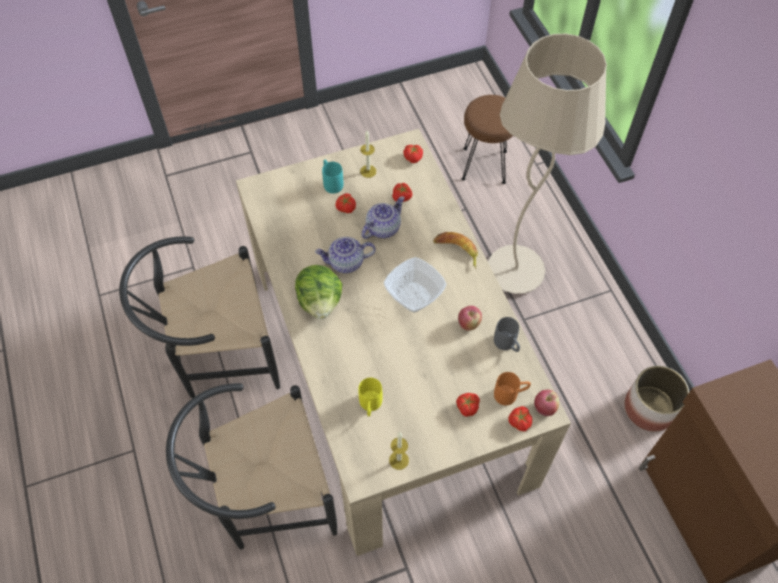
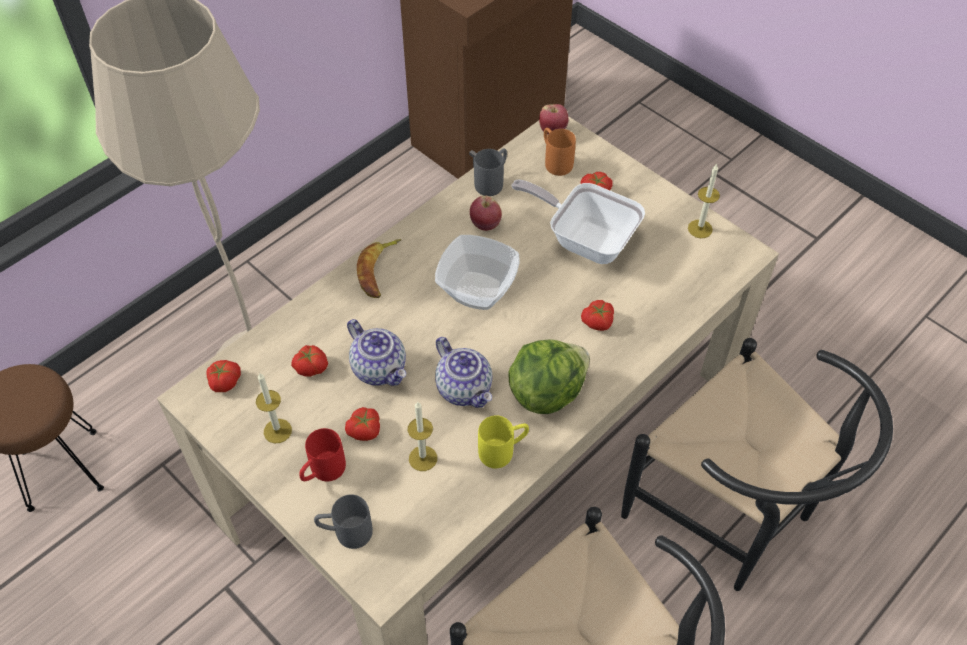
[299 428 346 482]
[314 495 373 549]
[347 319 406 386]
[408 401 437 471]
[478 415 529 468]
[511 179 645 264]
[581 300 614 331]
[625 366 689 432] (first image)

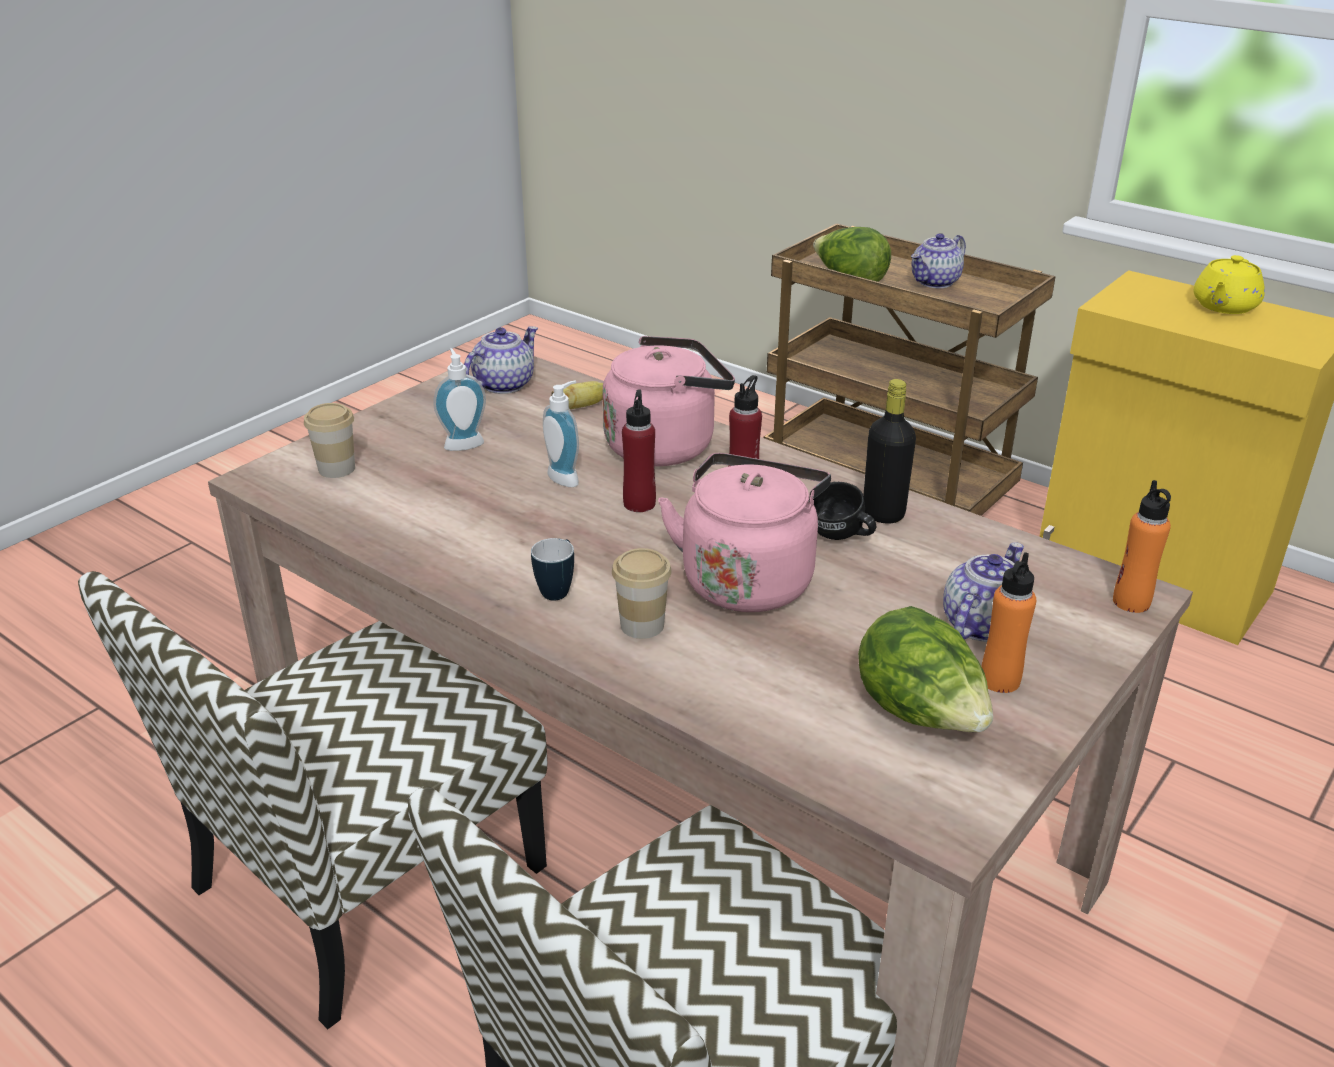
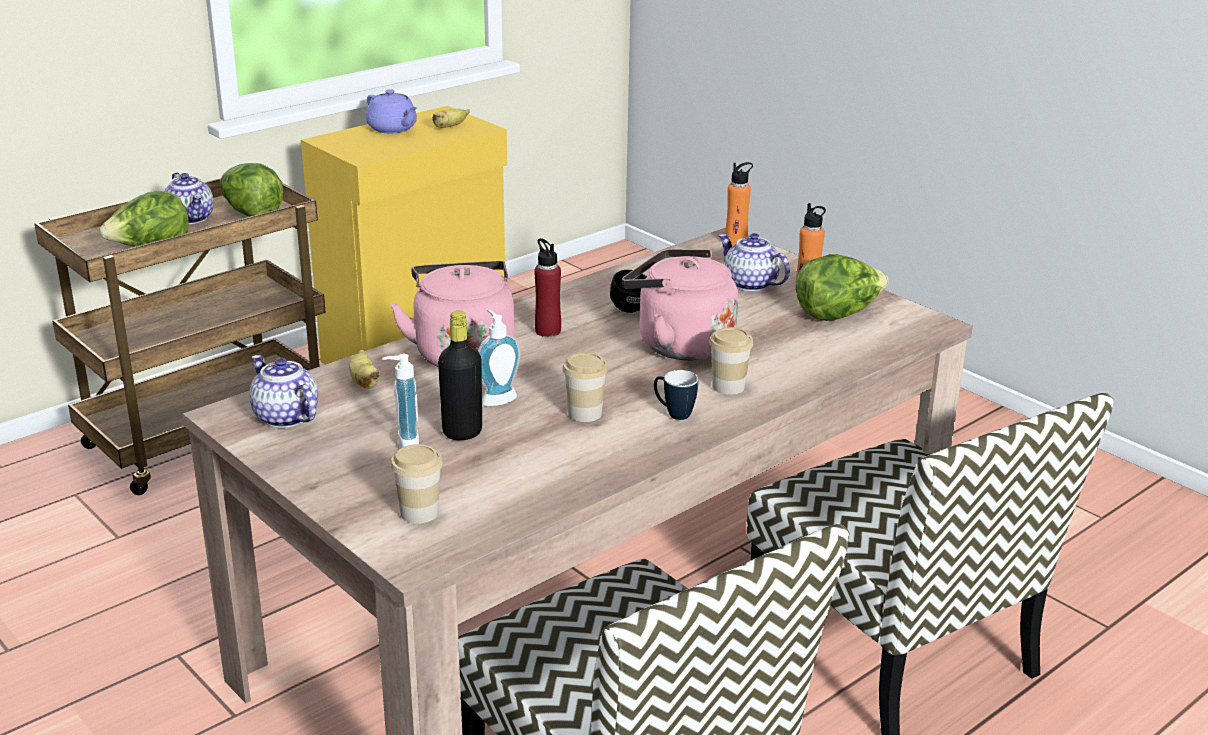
[220 163 284 217]
[366 89 417 133]
[432 109 469 128]
[438 311 482 440]
[562 352 608 422]
[622 389 656 512] (first image)

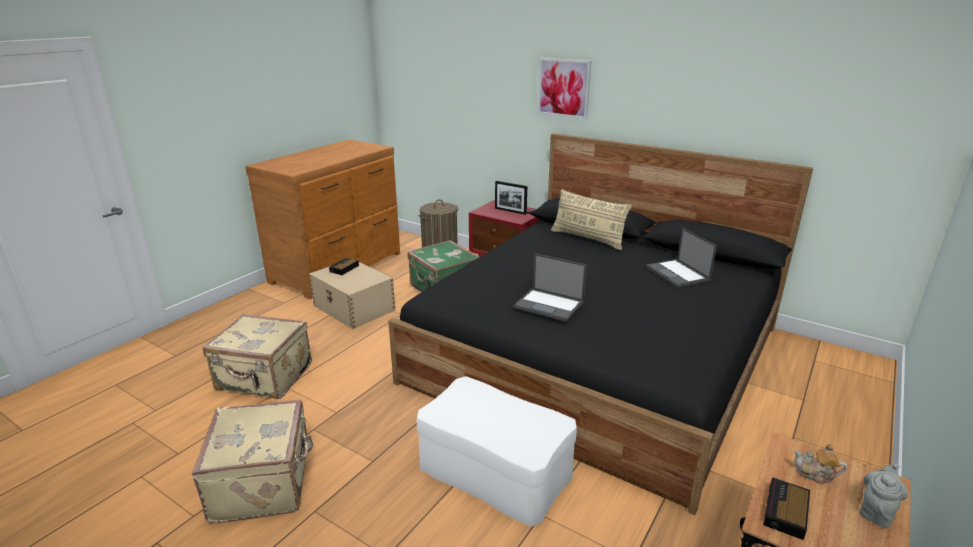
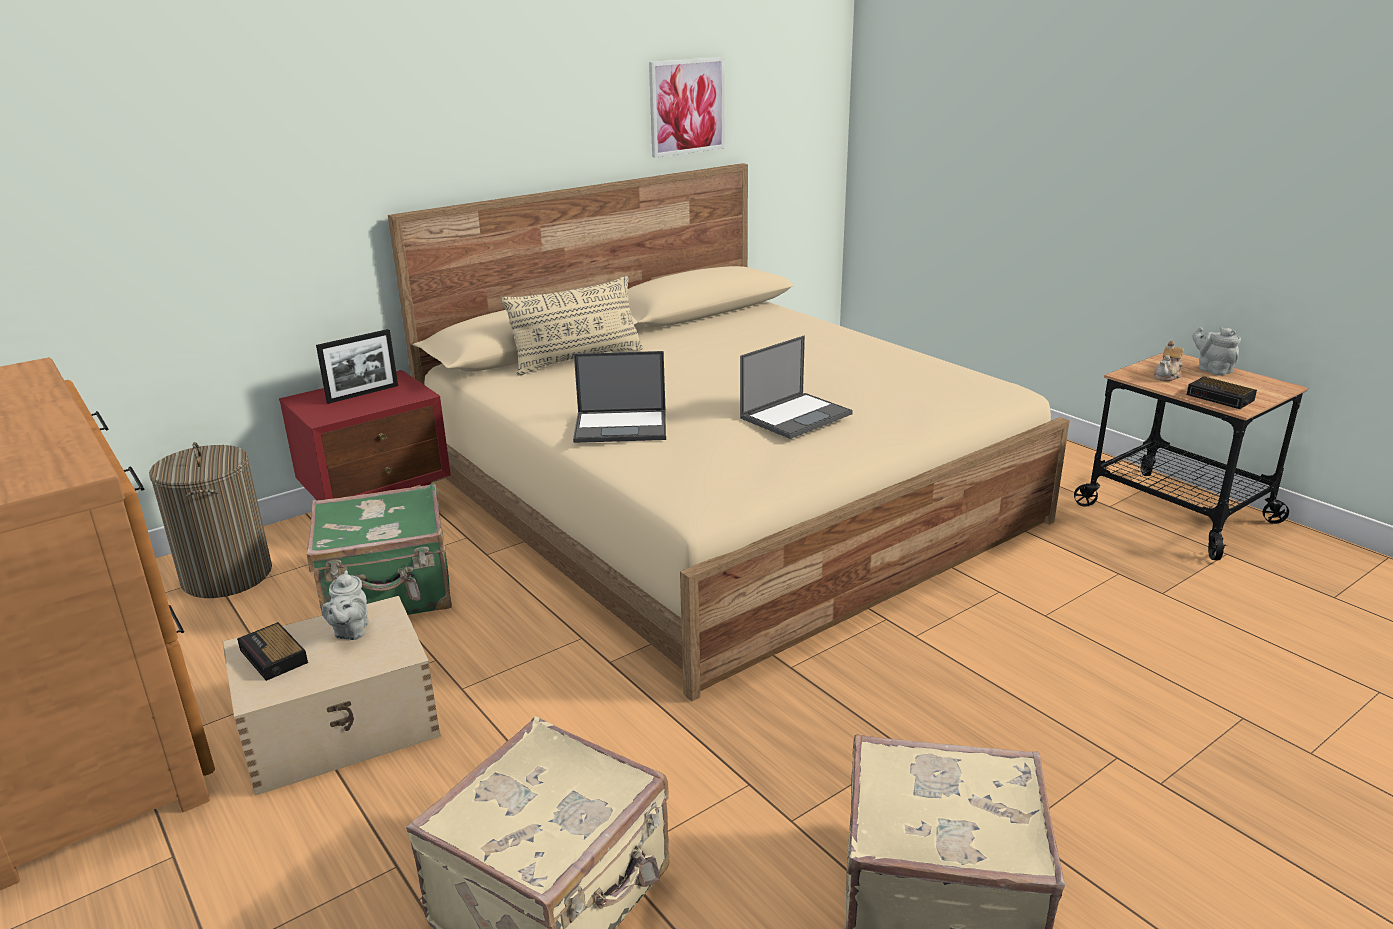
[322 570 369 640]
[388 163 1070 701]
[573 351 666 443]
[649 57 725 158]
[417 376 577 527] (first image)

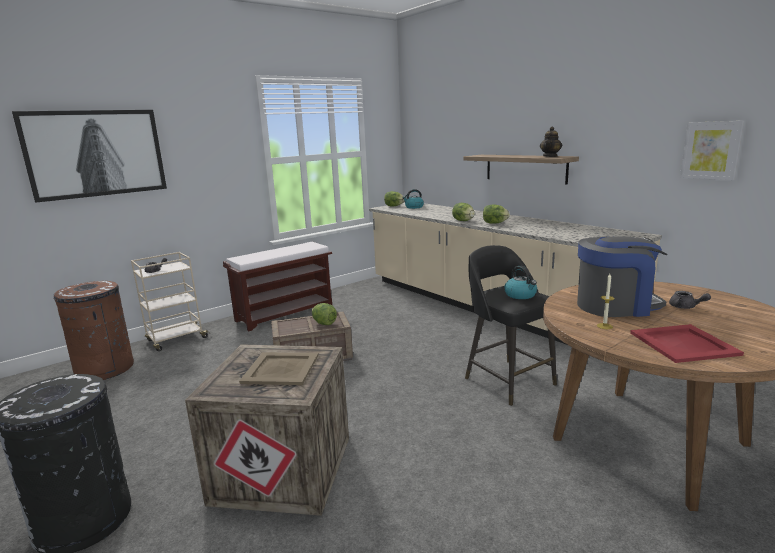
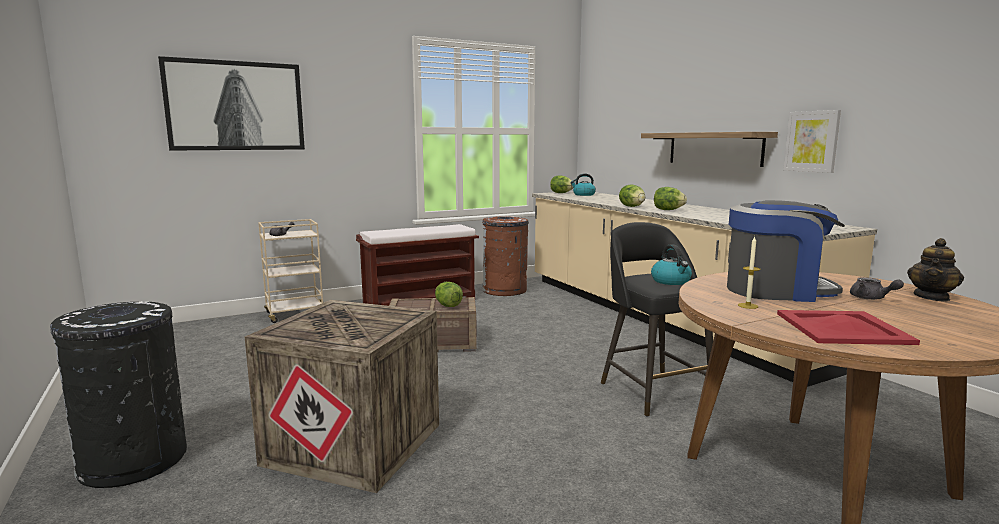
[482 216 529 296]
[783 110 841 173]
[907 238 964 302]
[239 352 319 385] (first image)

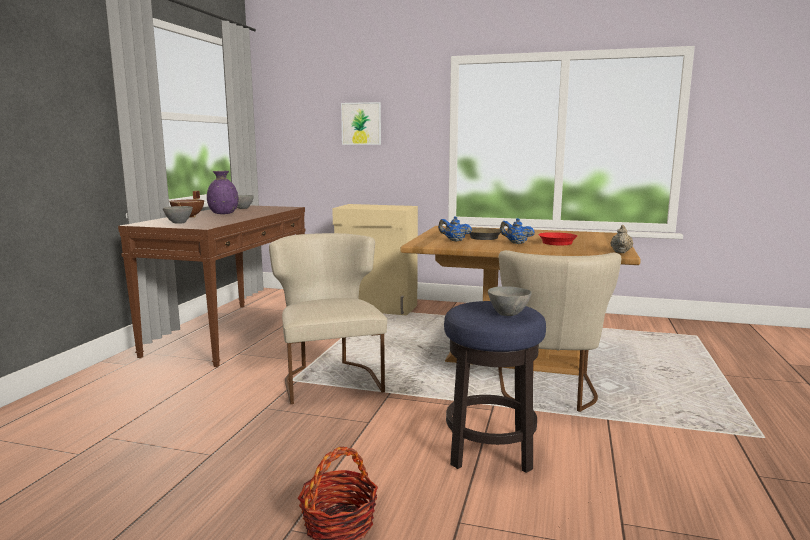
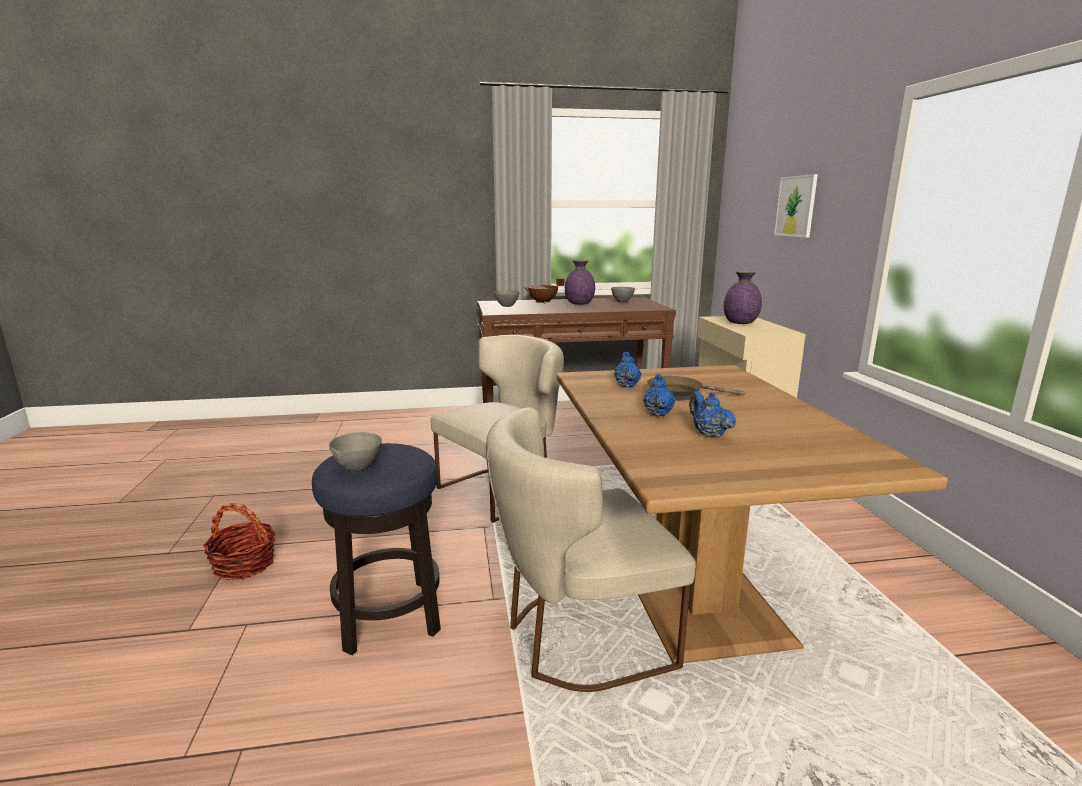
[689 391 736 437]
[723 271 762 324]
[611 225 633 253] (first image)

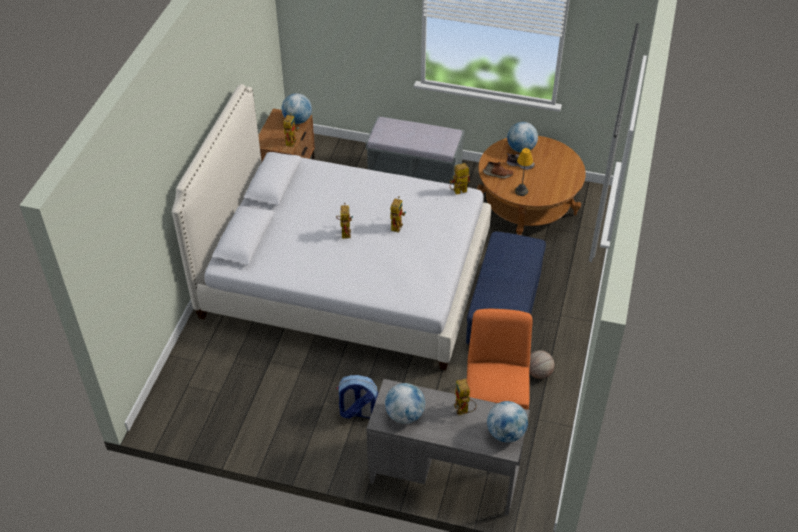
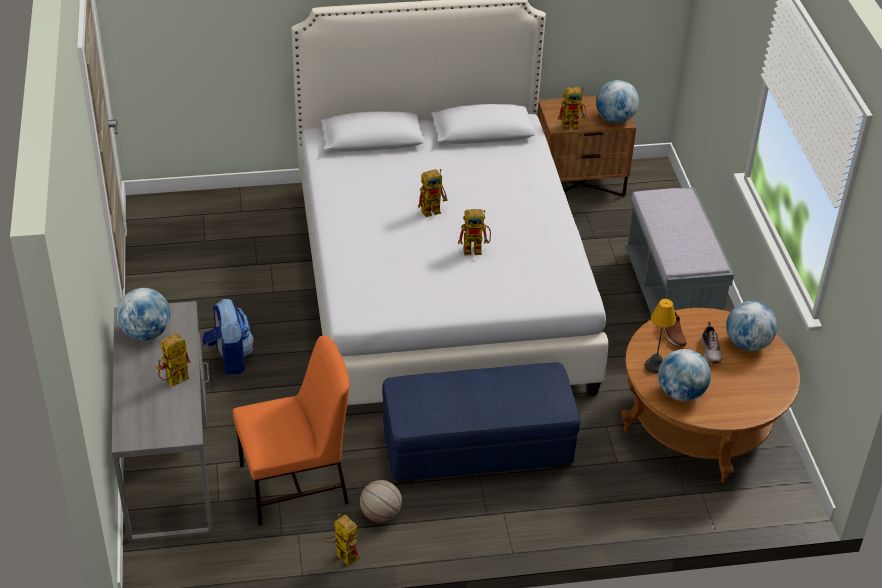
[324 513 360 567]
[658 349 711 401]

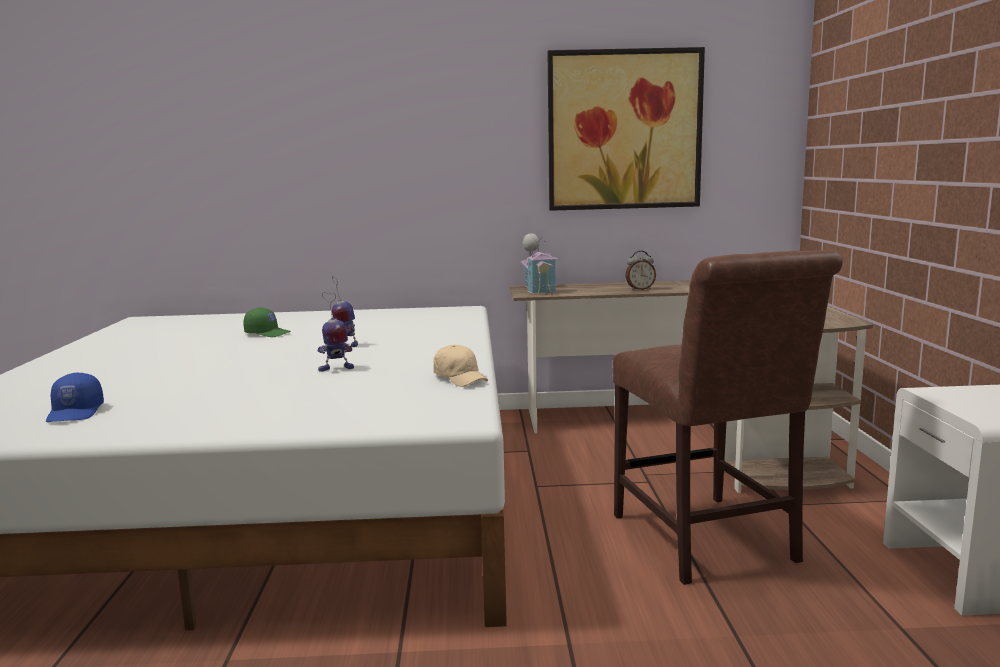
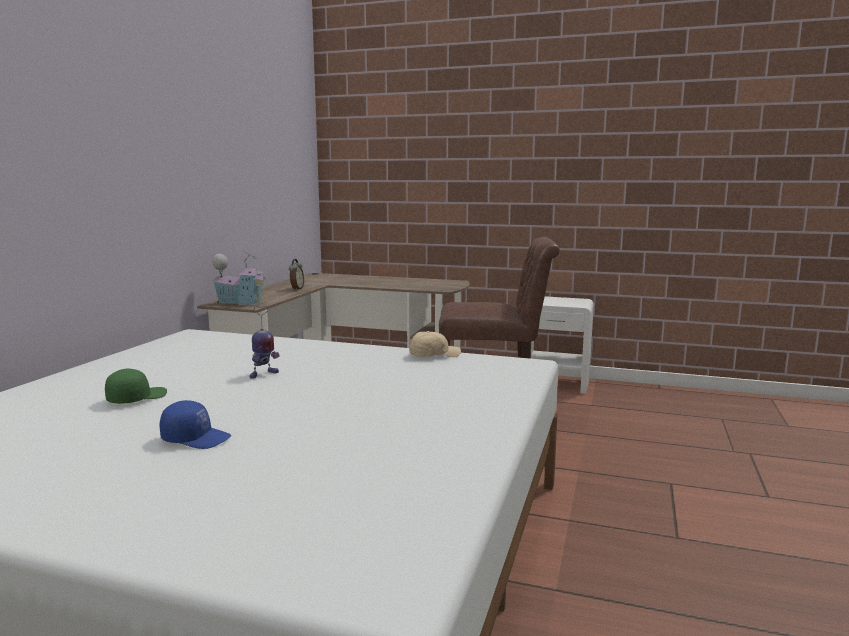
[160 400 231 449]
[318 292 354 372] (first image)
[548 47 705 211] (first image)

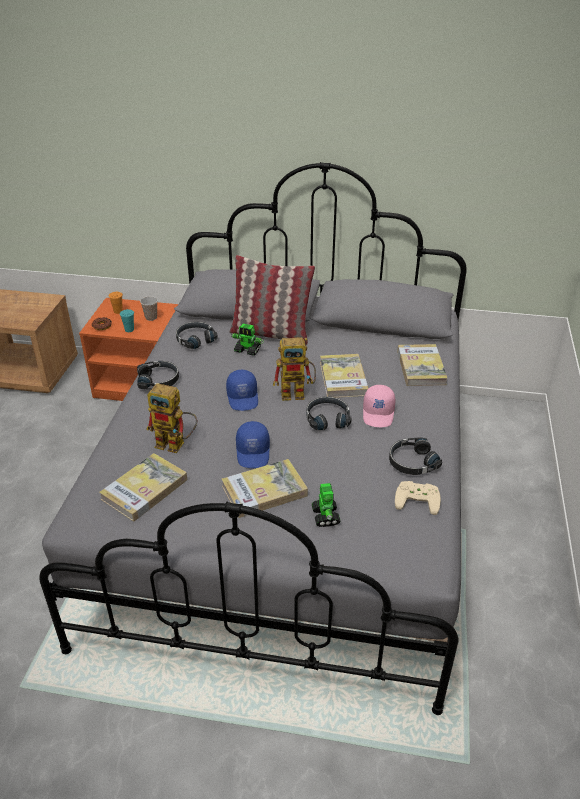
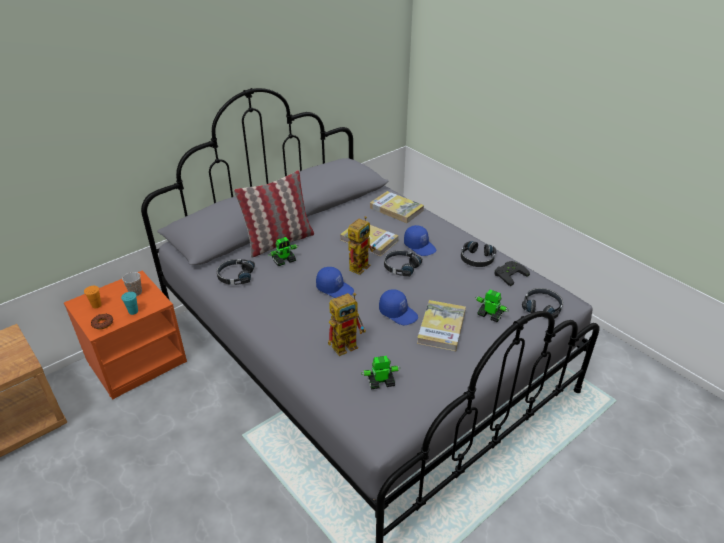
[361 356 401 389]
[404 225 436 256]
[494 261 530 286]
[522 288 563 319]

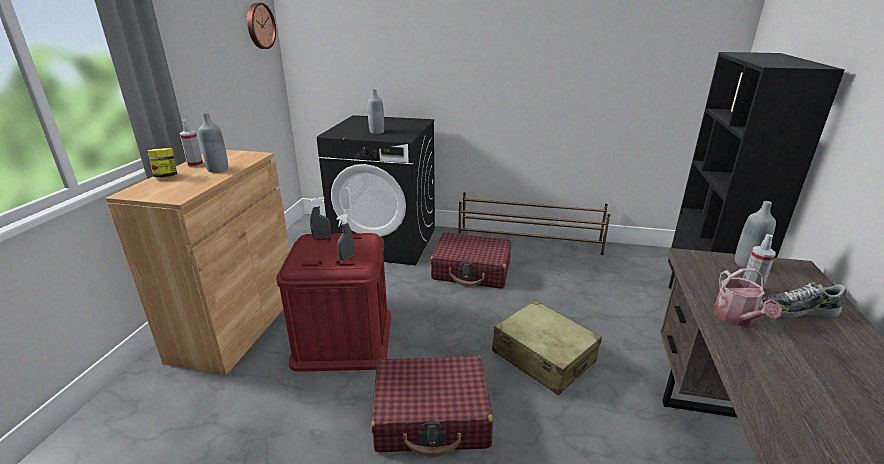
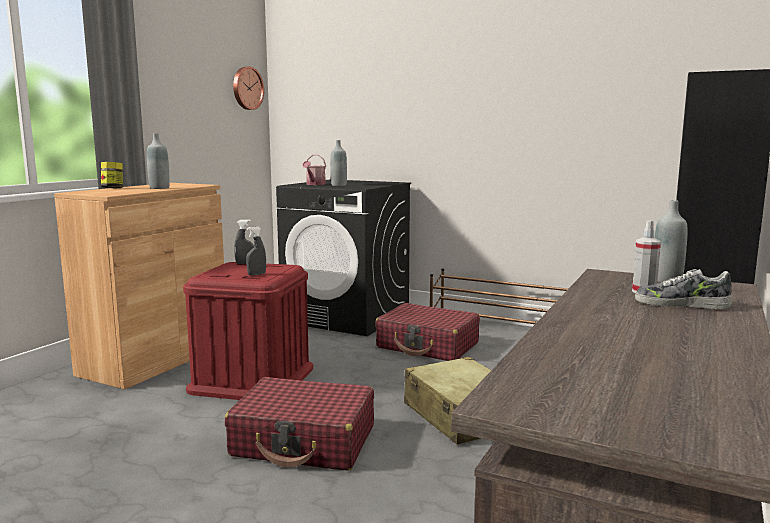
[302 155 326 185]
[180 120 203 168] (first image)

